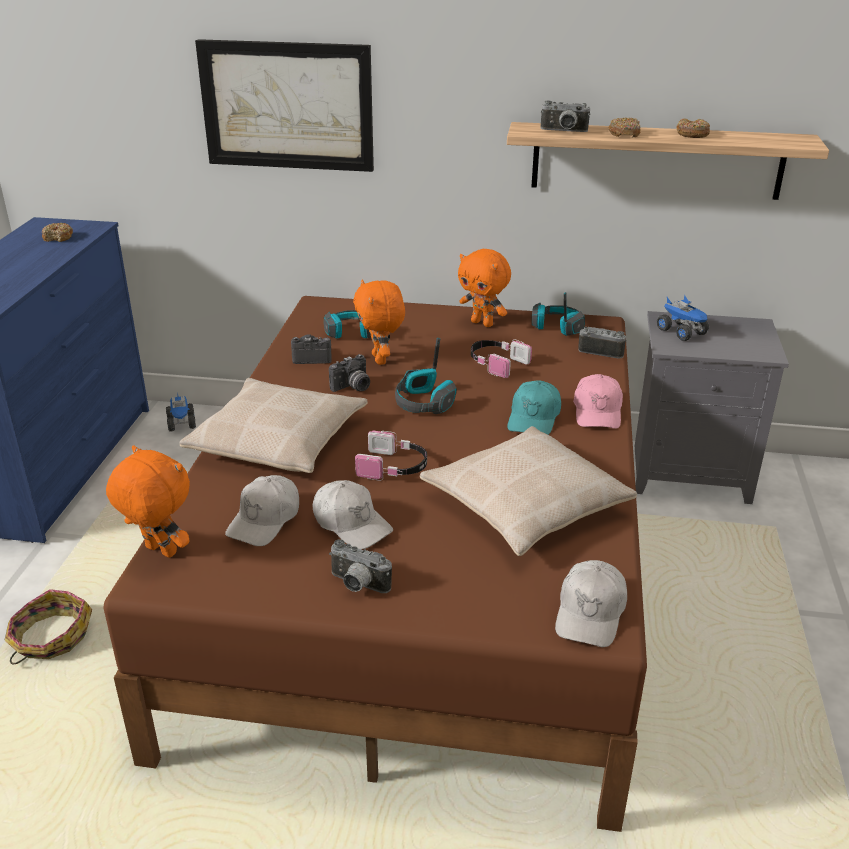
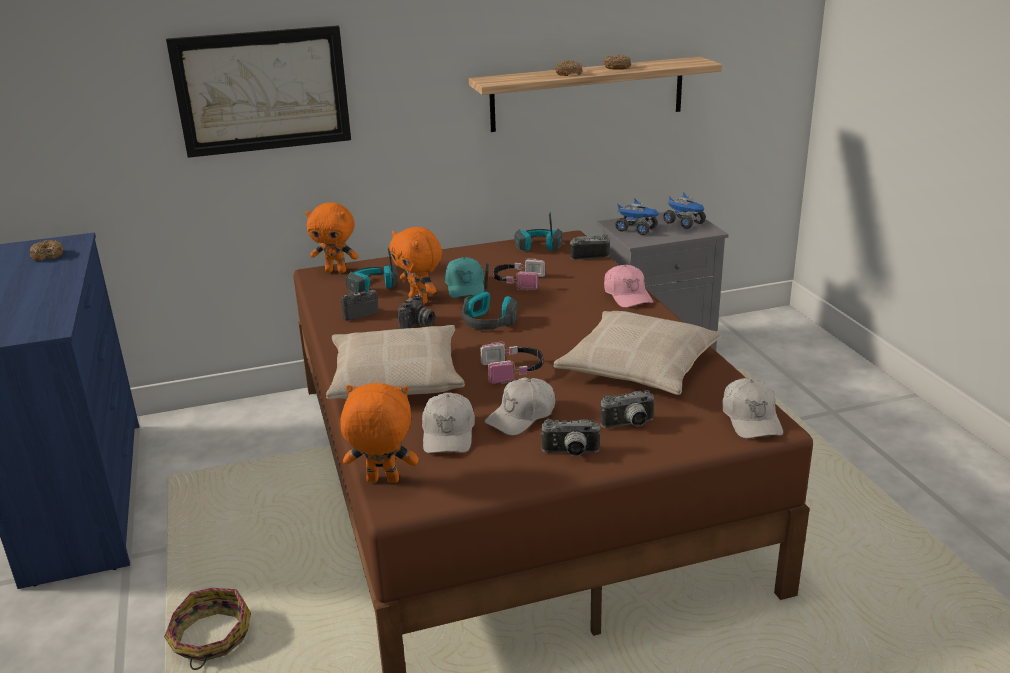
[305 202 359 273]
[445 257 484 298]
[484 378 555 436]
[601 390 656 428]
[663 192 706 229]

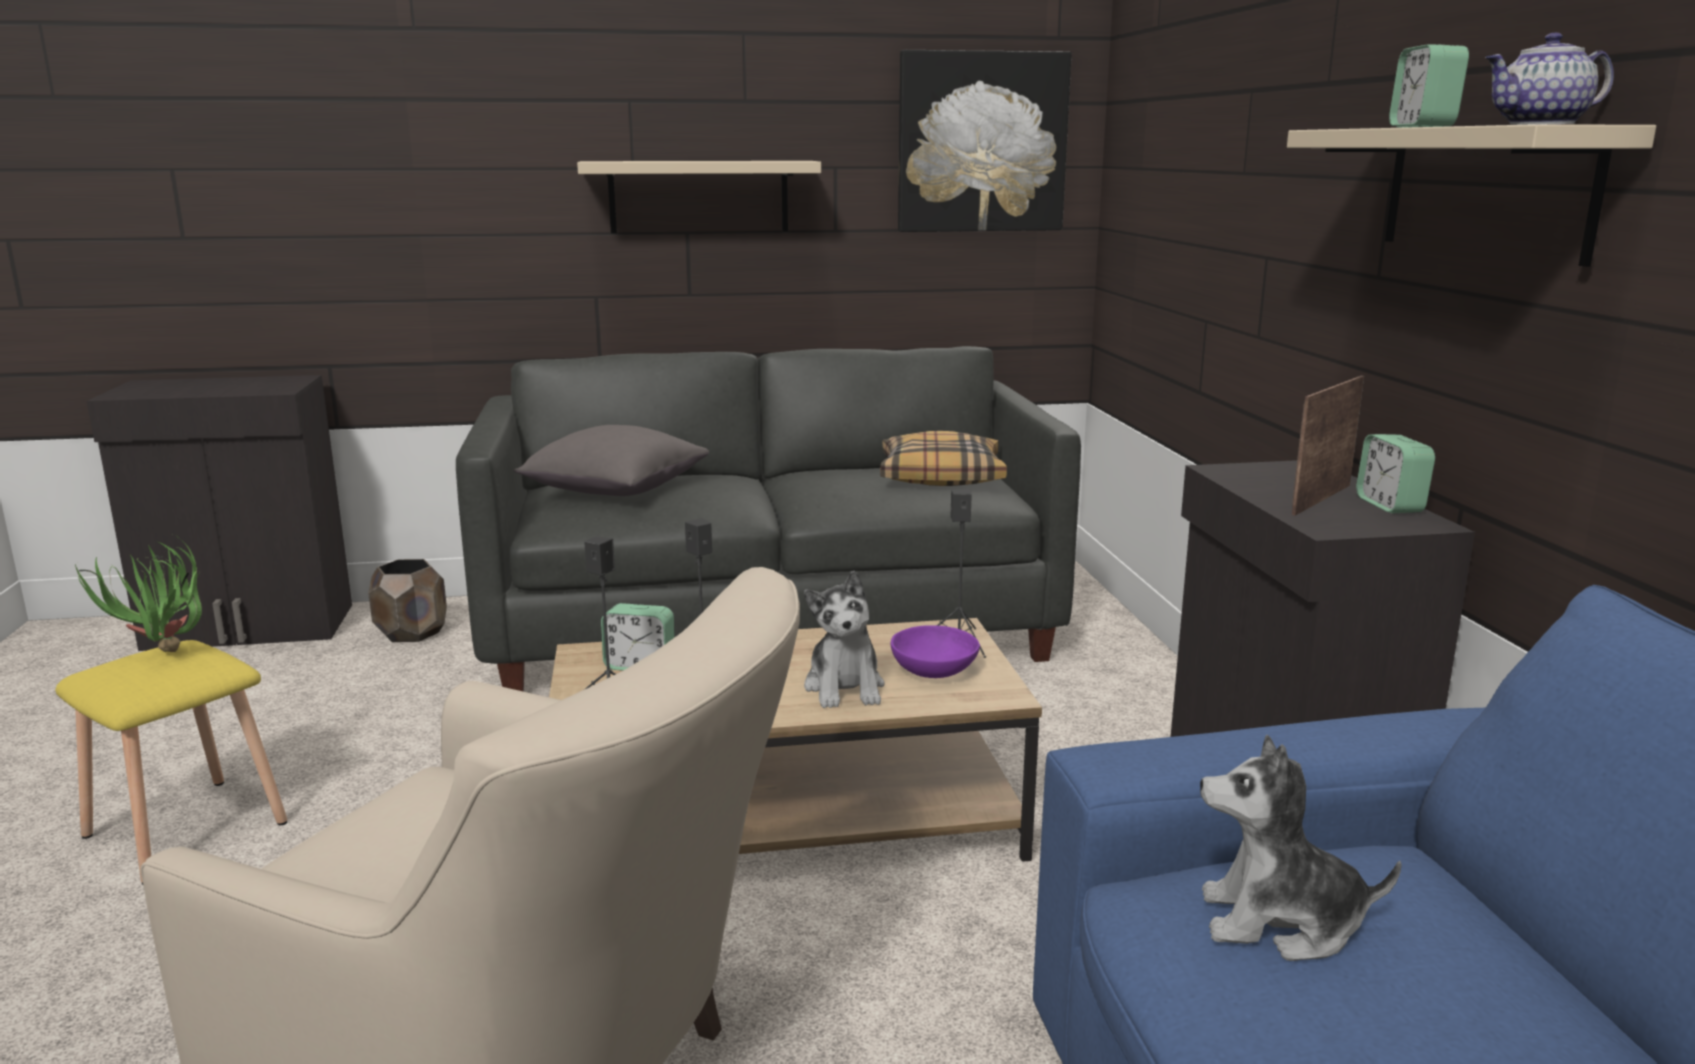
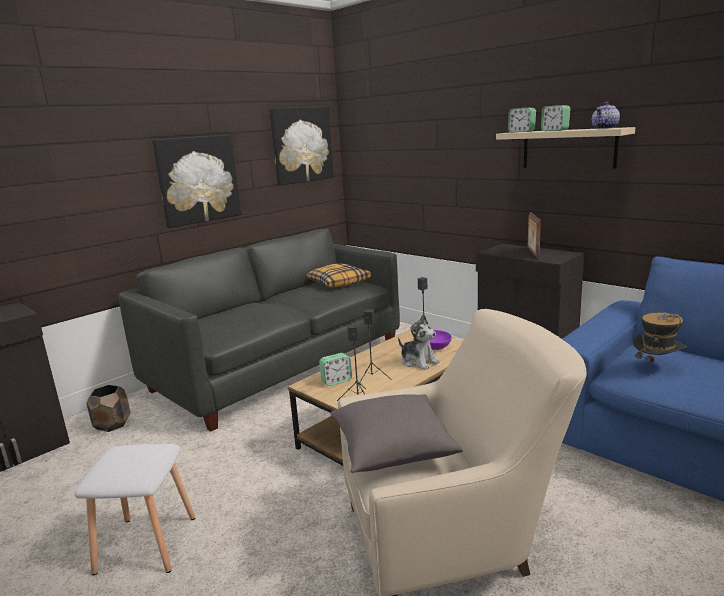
[75 444 195 575]
[152 134 241 228]
[330 394 463 473]
[508 108 536 133]
[633 312 687 378]
[75 534 202 652] (first image)

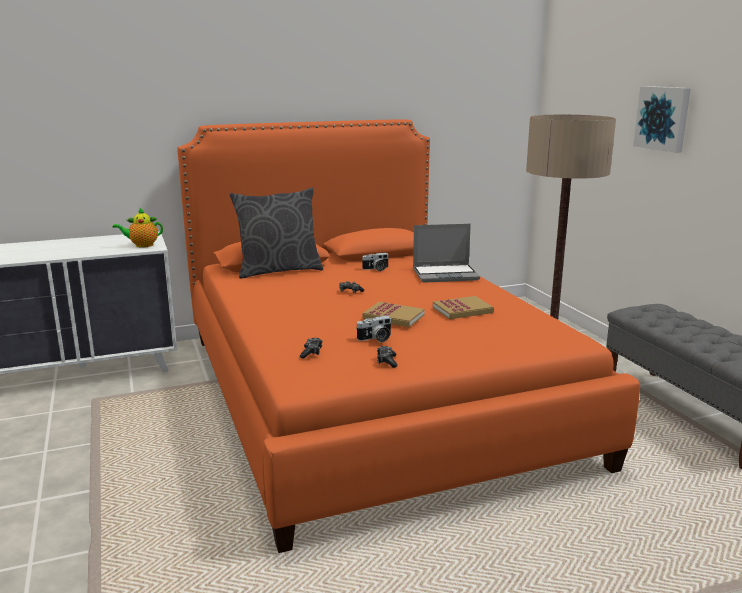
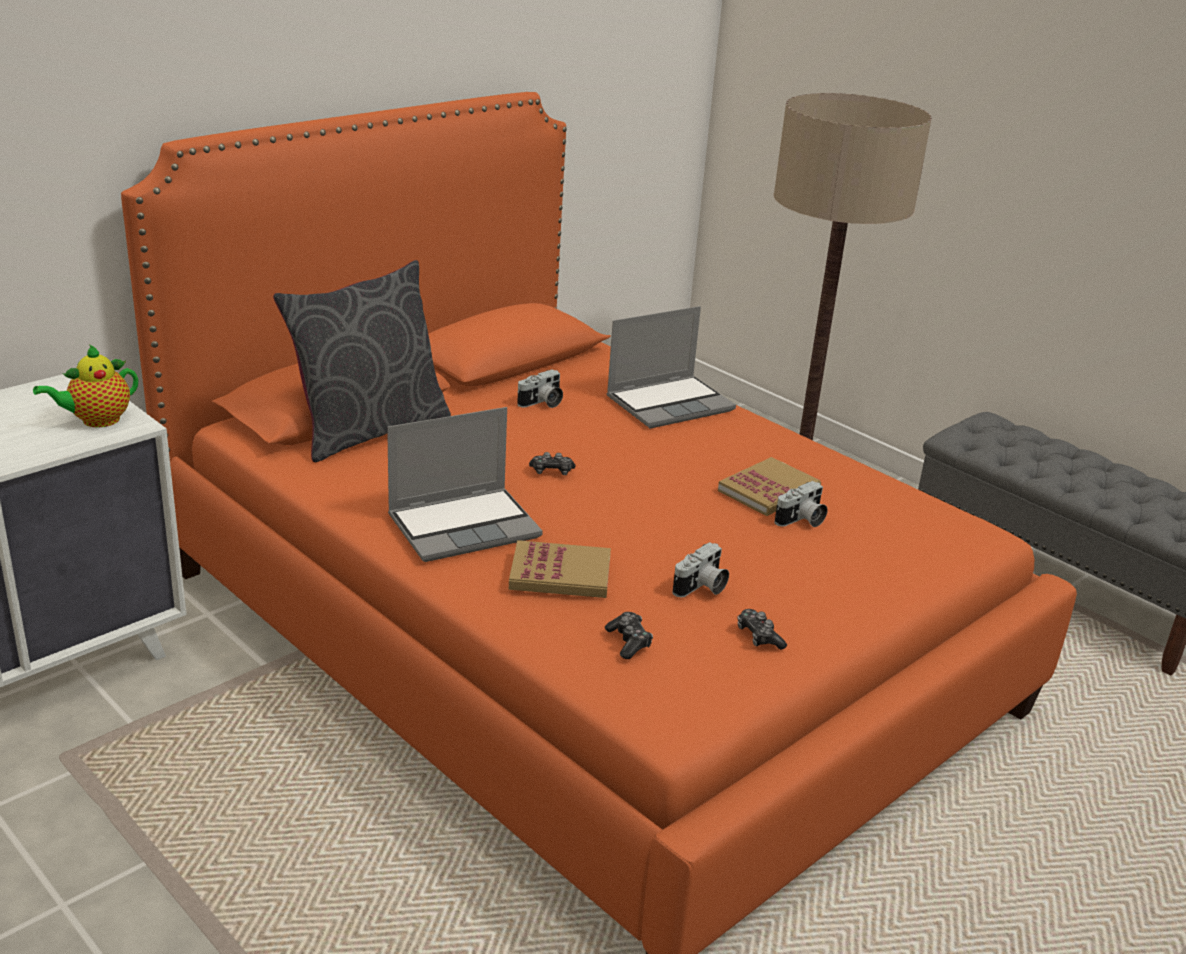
[387 407 543 562]
[509 540 611 598]
[775 481 828 527]
[633 86 691 153] (first image)

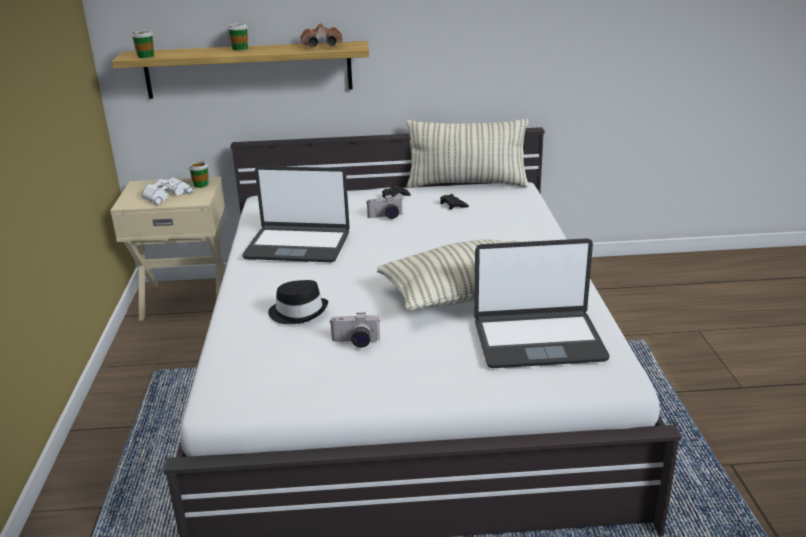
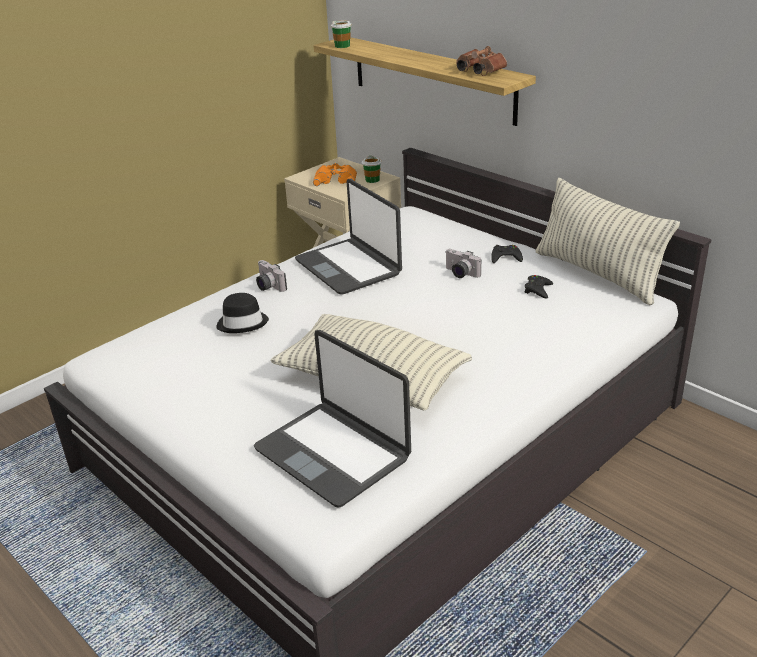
[256 260 287 292]
[313 163 357 186]
[227 23 248 50] (first image)

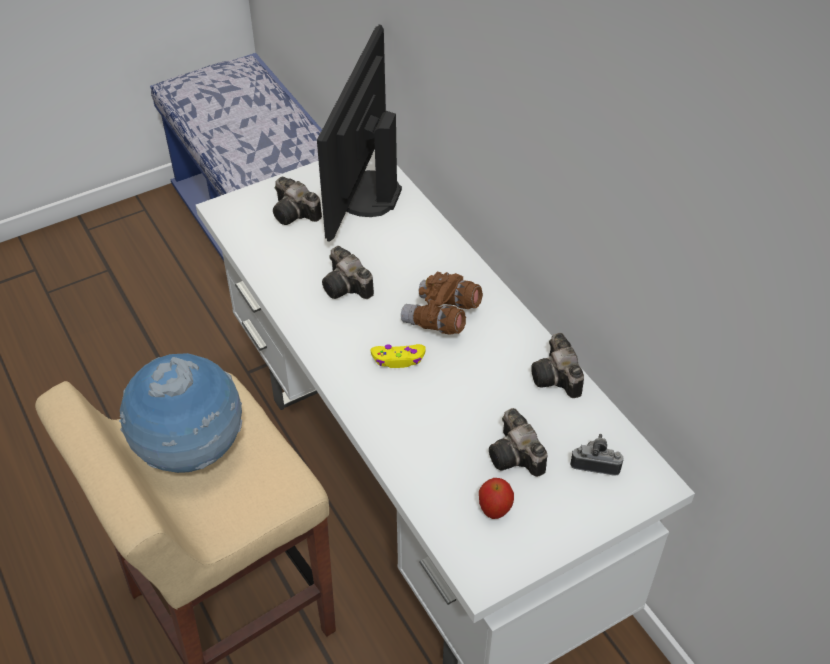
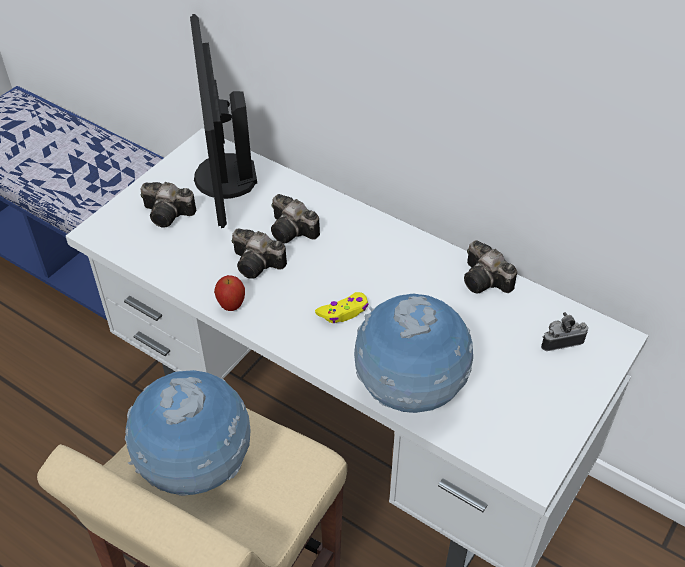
[214 275 245 311]
[271 194 320 244]
[354 294 473 413]
[401 271 483 335] (first image)

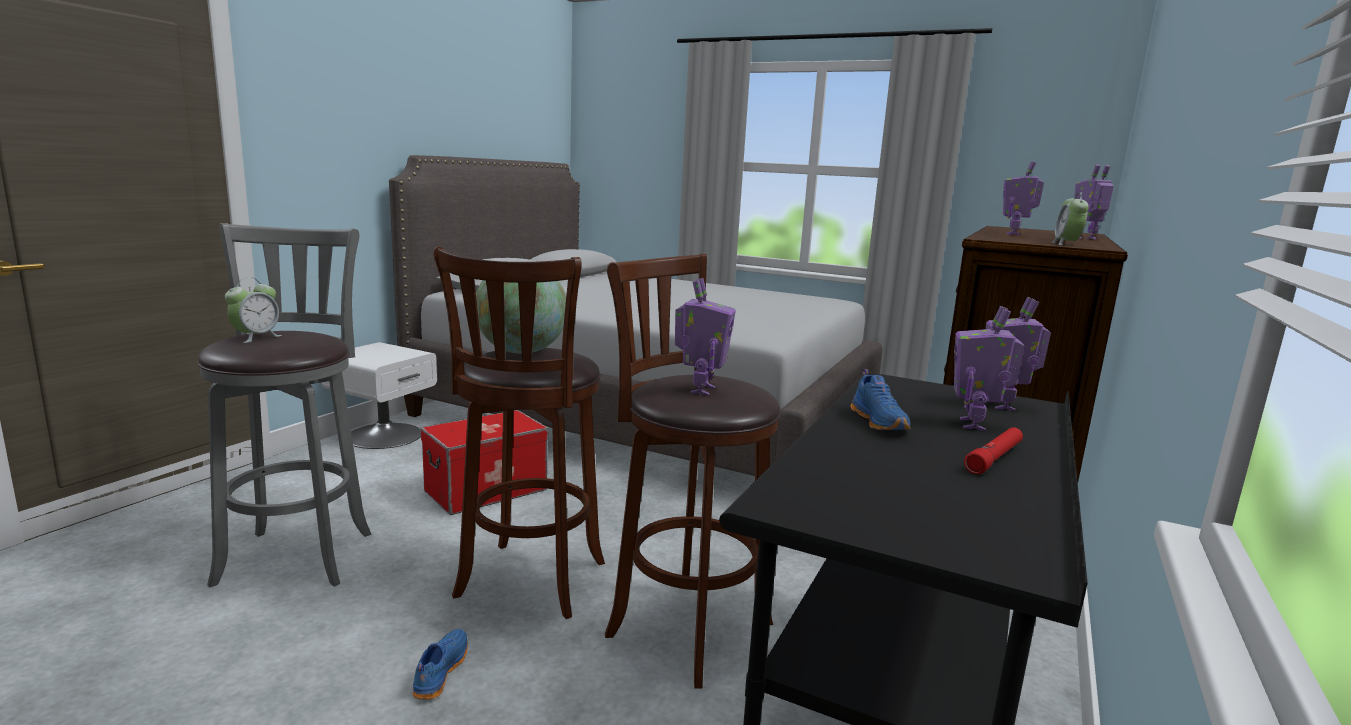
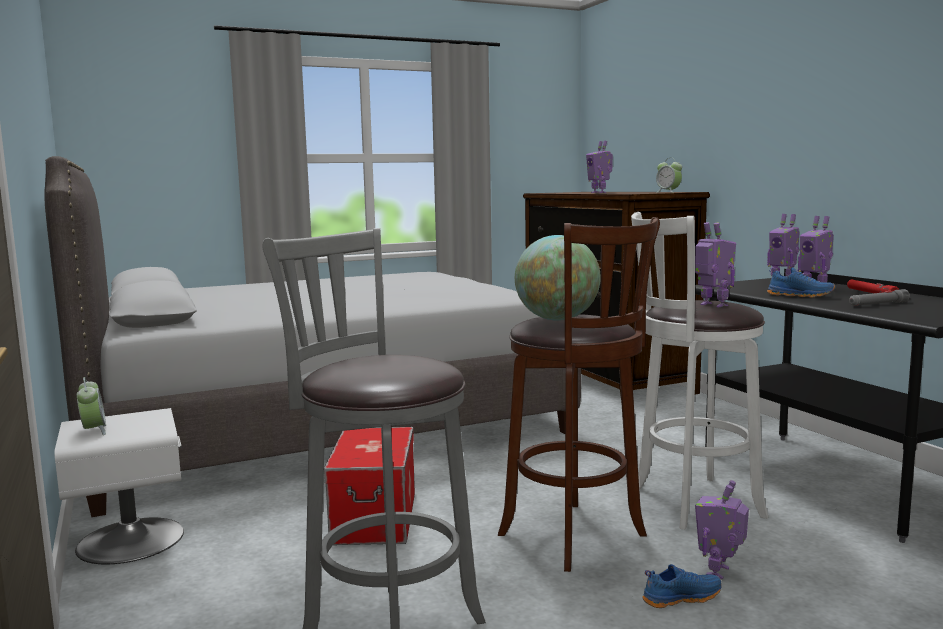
[77 377 106 435]
[631 212 768 530]
[643 564 722 608]
[695 480 749 579]
[849 289 910 306]

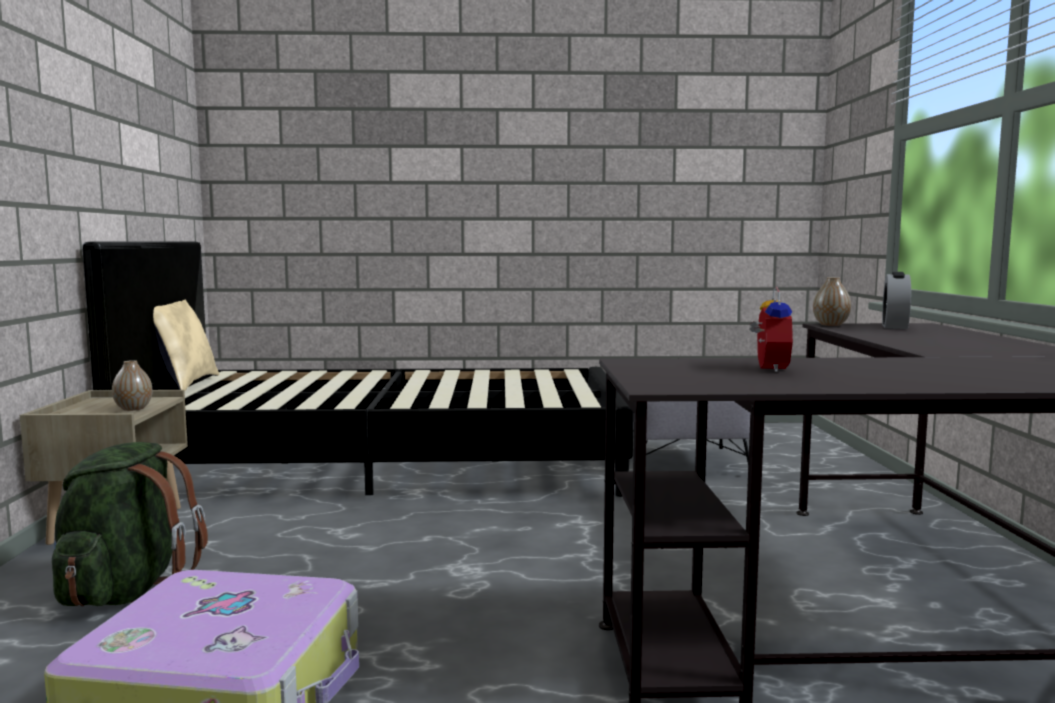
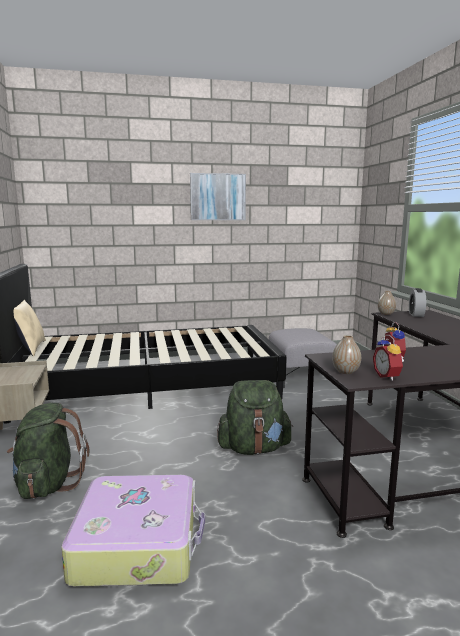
[190 173 246 220]
[217 380 293 455]
[332 335 361 374]
[373 335 404 381]

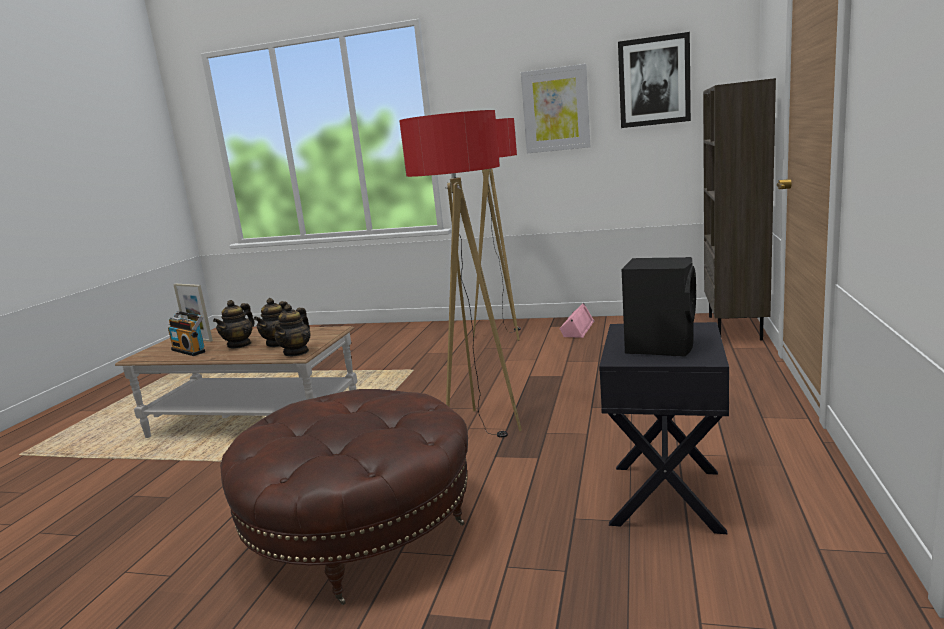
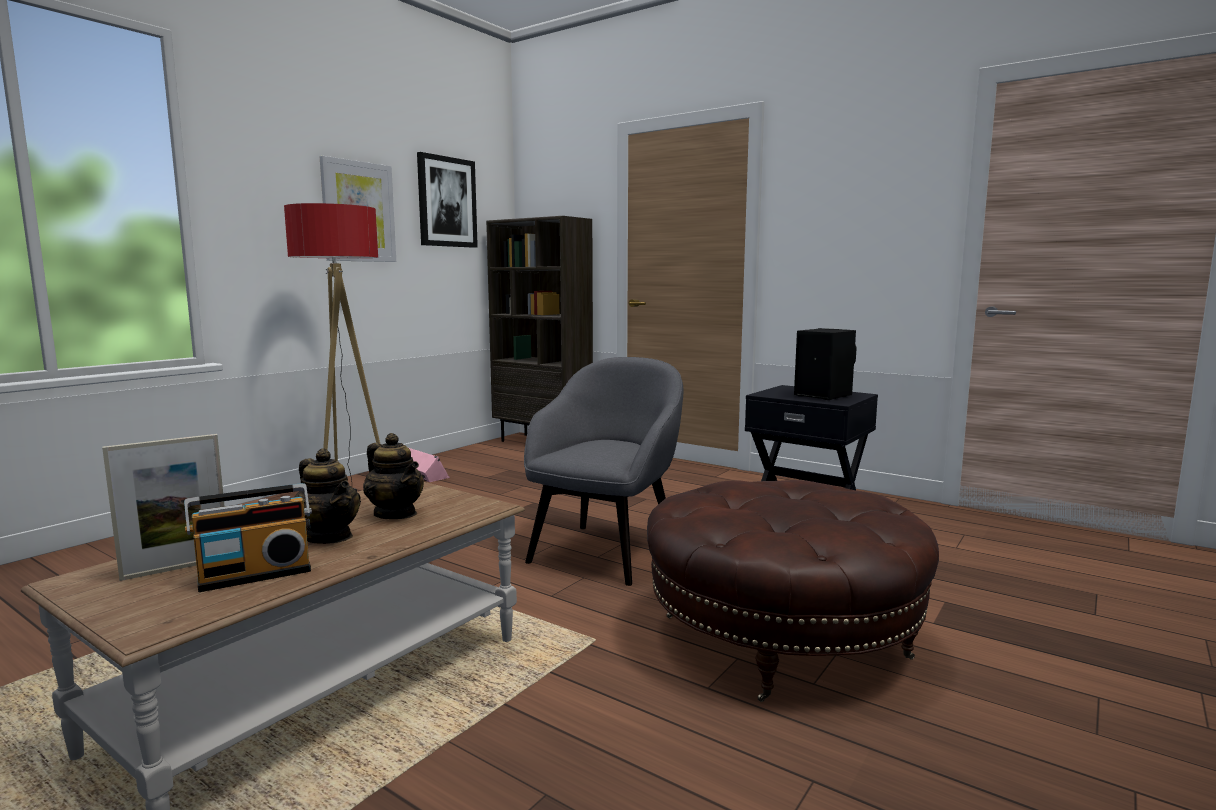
[524 357 683 586]
[272 304 310 356] (first image)

